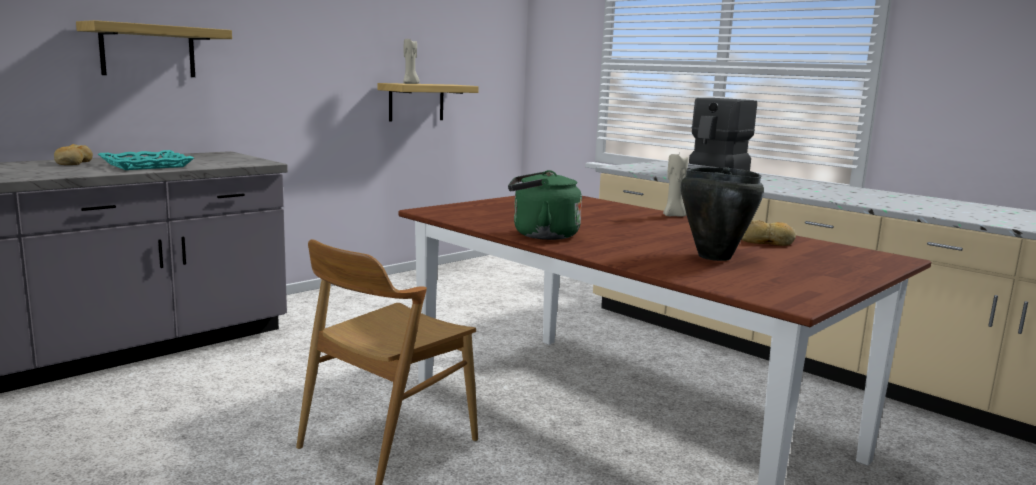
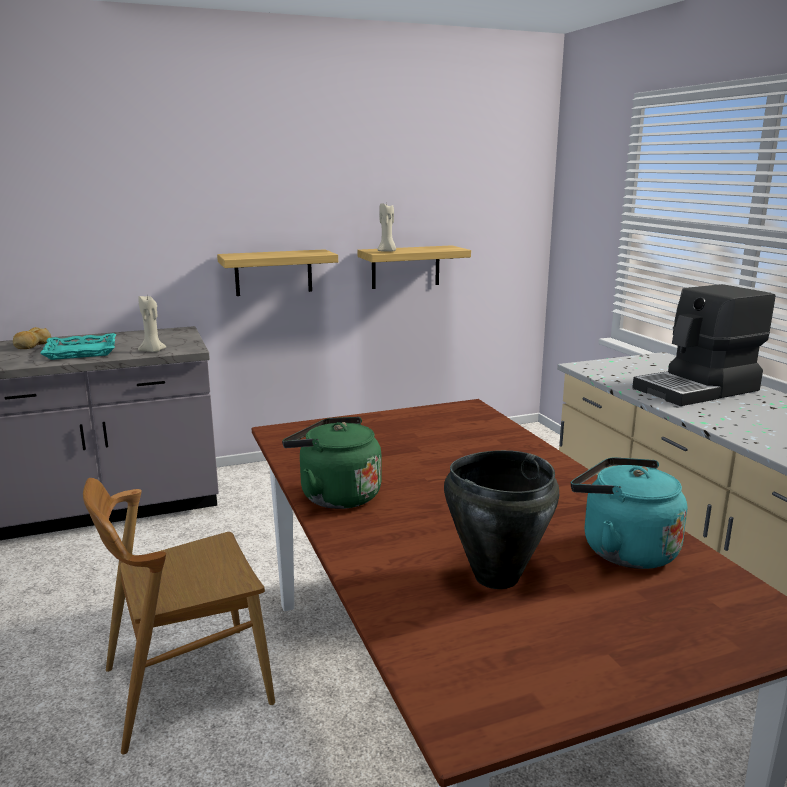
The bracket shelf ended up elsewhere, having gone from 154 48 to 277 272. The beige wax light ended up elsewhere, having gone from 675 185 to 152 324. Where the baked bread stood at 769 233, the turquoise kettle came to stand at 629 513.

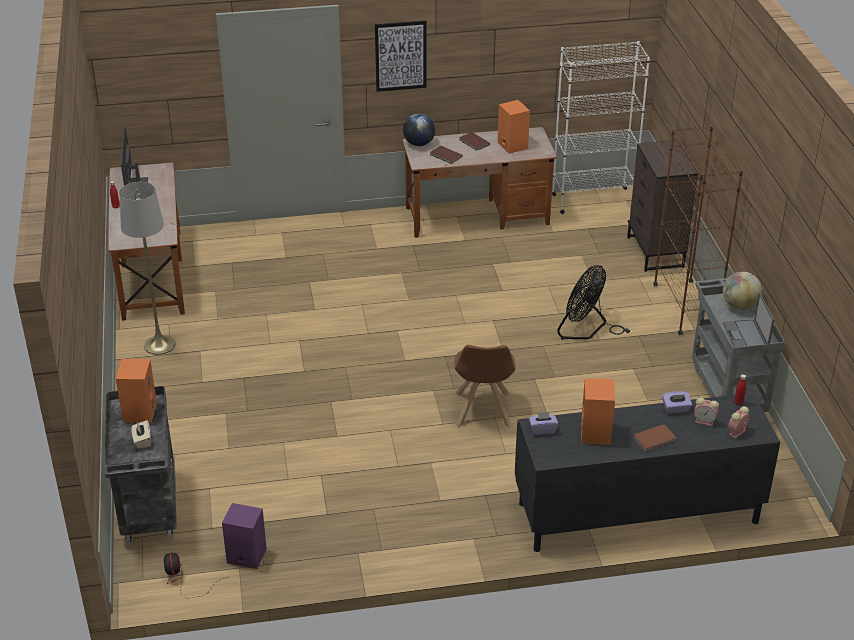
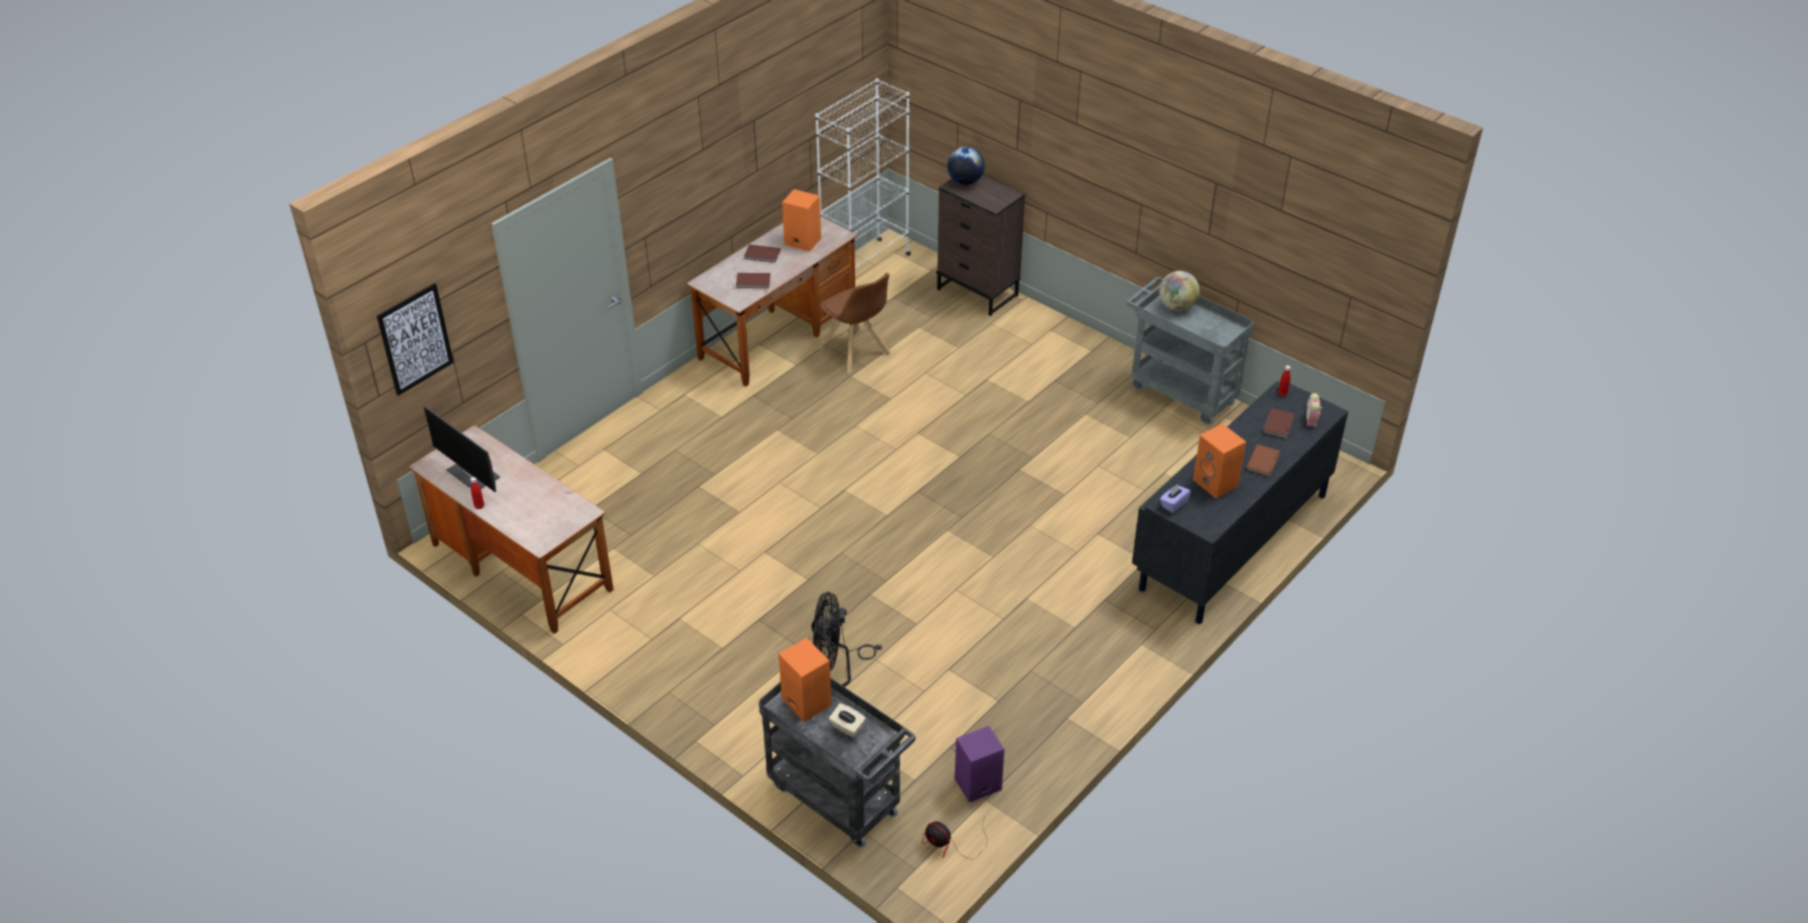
The second view lost the grey standing lamp at 147 268. The second view lost the brownish bookshelf at 698 230. The second view lost the purple box of tissues at 677 402. The second view lost the notebook computer at 748 319. The wall picture ended up elsewhere, having gone from 401 56 to 415 339. The desk globe ended up elsewhere, having gone from 419 130 to 966 166. The brownish plain chair ended up elsewhere, having gone from 484 386 to 853 323. The black-coloured fan ended up elsewhere, having gone from 593 302 to 846 639. Where the bedside clock stood at 706 412, the brownish volume came to stand at 1278 423.

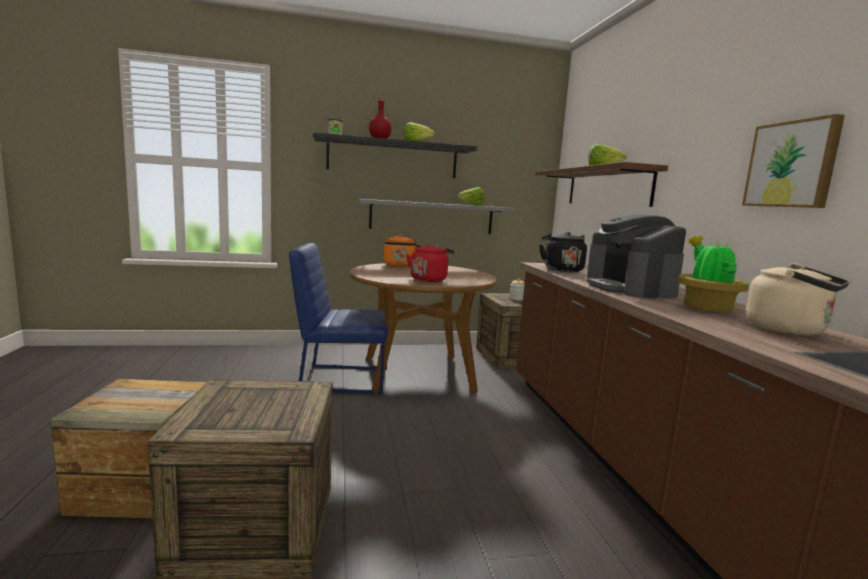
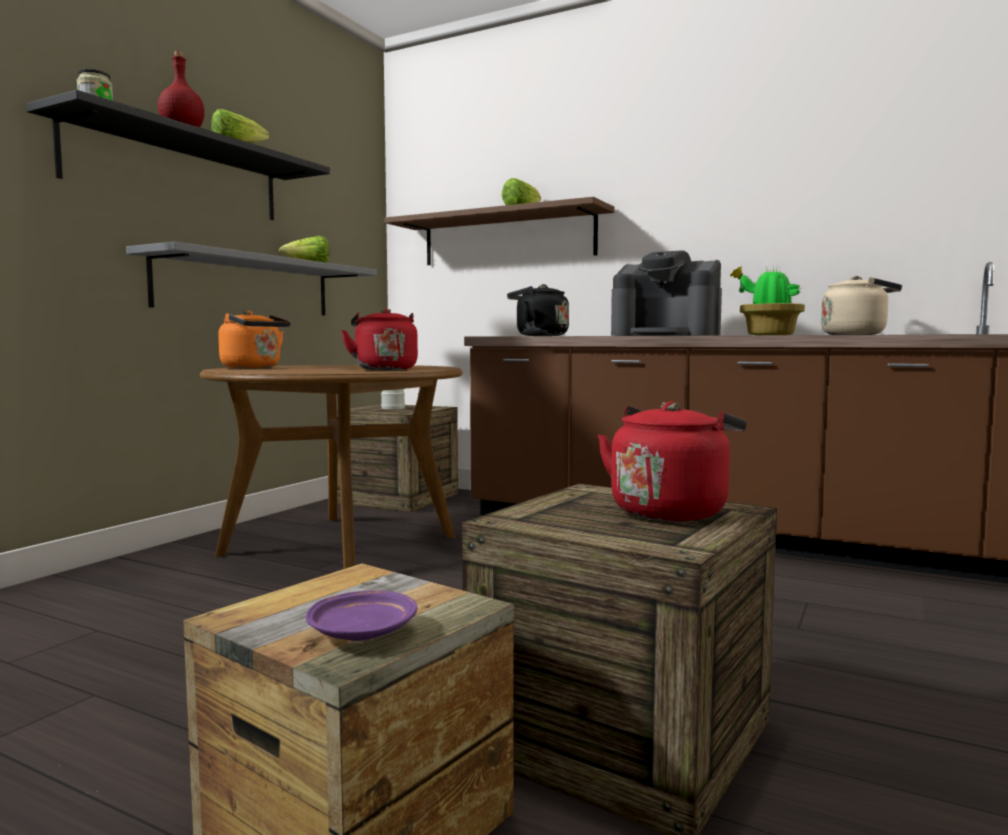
The second view lost the bluish plain chair at 339 319. The second view lost the wall picture at 793 161. The second view gained the purple dinner plate at 361 616. The second view gained the red kettle at 672 461.

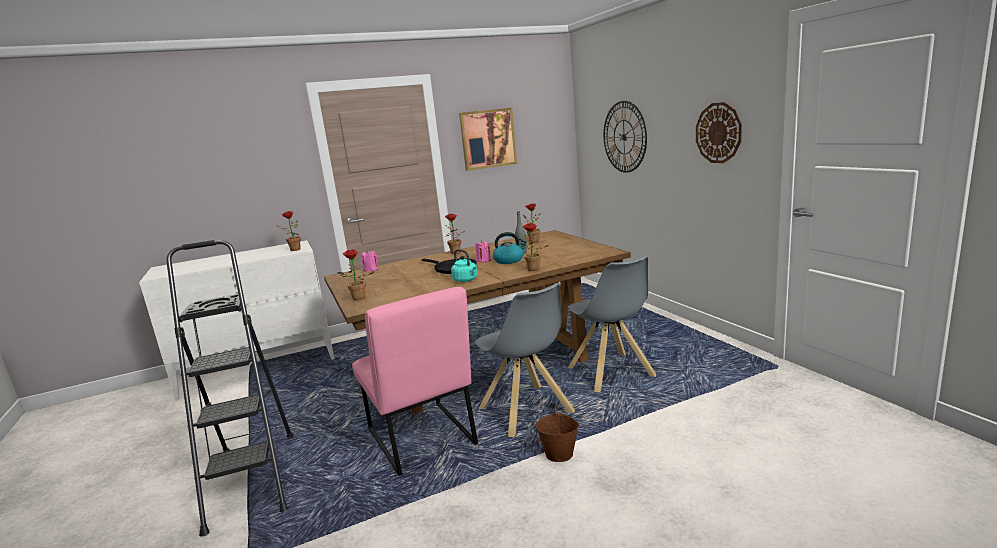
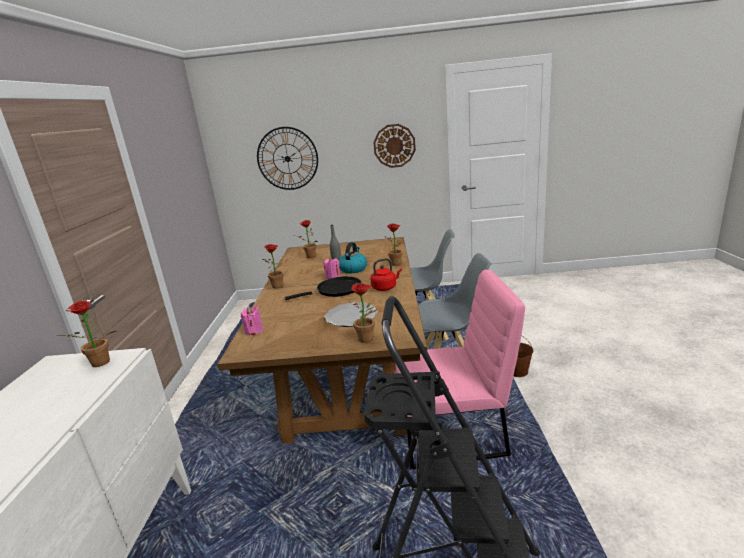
The second view lost the wall picture at 488 139. The second view gained the dinner plate at 351 314. What was the turquoise kettle at 464 265 turned into the red kettle at 386 274.

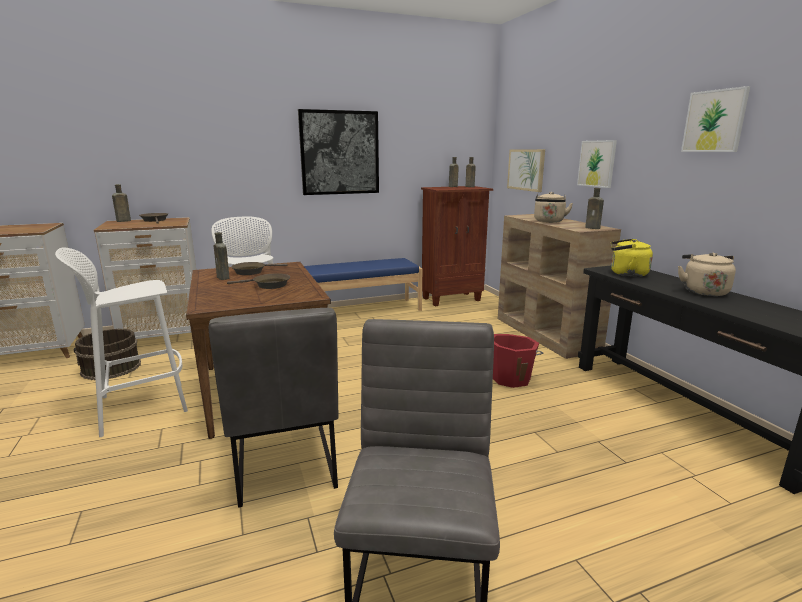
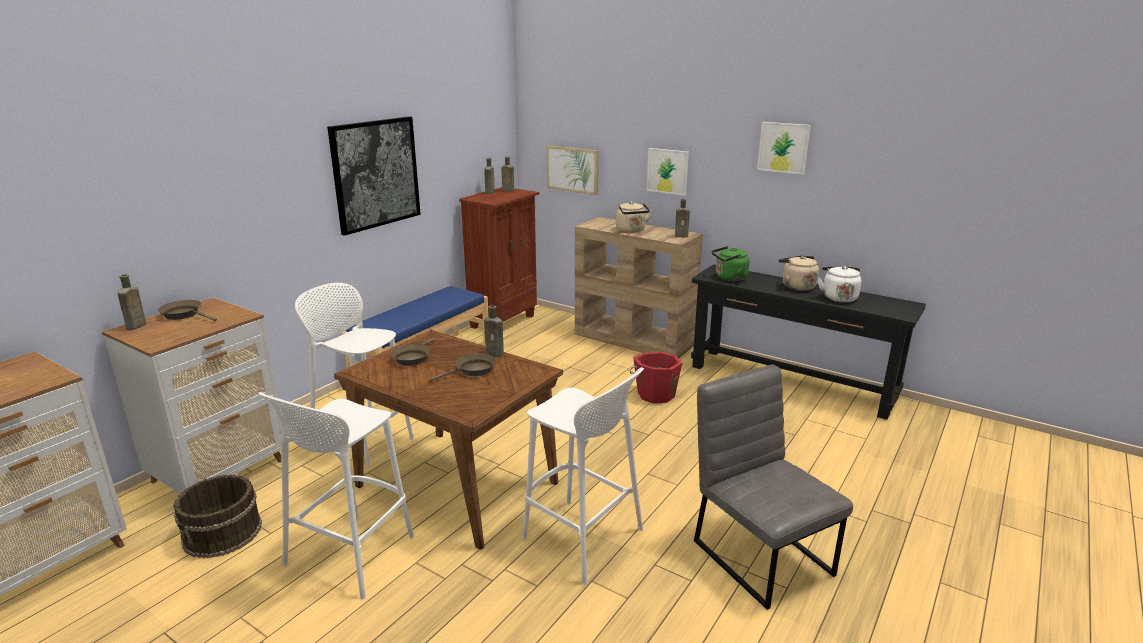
The second view gained the white-coloured kettle at 840 284. The brownish drink bottle ended up elsewhere, having gone from 221 256 to 494 331. Where the grey plain chair stood at 273 408, the white-coloured stool came to stand at 583 476. What was the yellow kettle at 632 258 turned into the green kettle at 731 263.

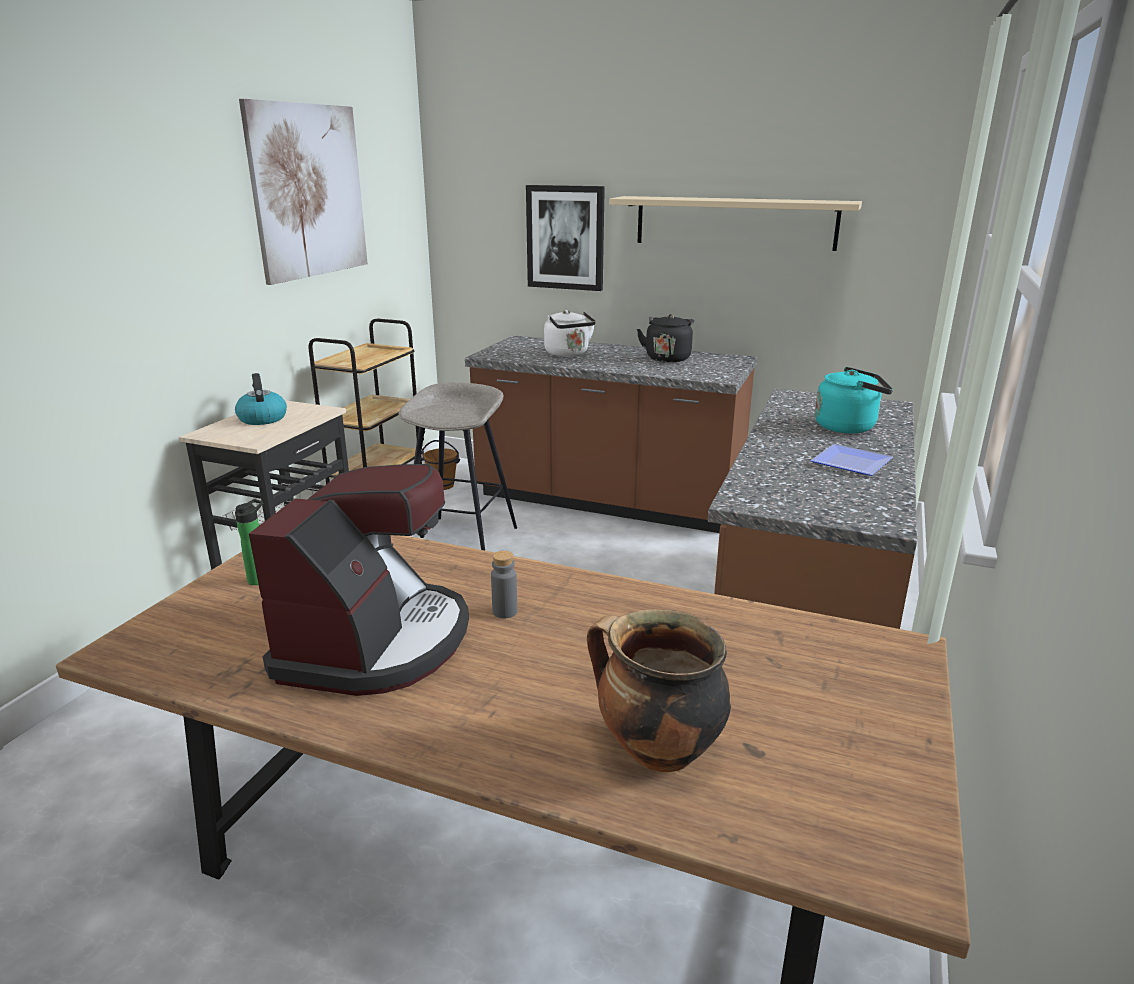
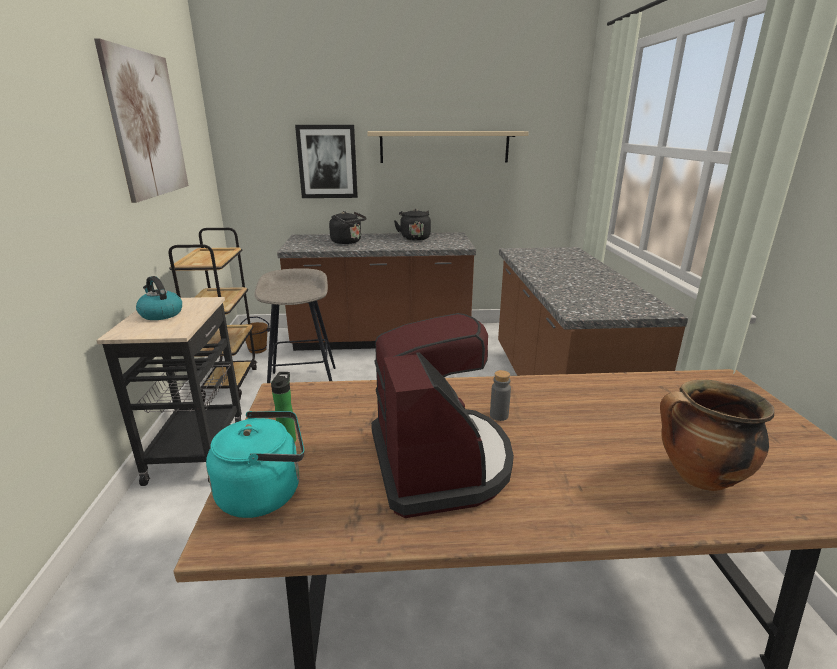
The second view lost the dinner plate at 851 460. The turquoise kettle ended up elsewhere, having gone from 854 400 to 255 464. What was the white-coloured kettle at 570 333 turned into the black-coloured kettle at 348 227.

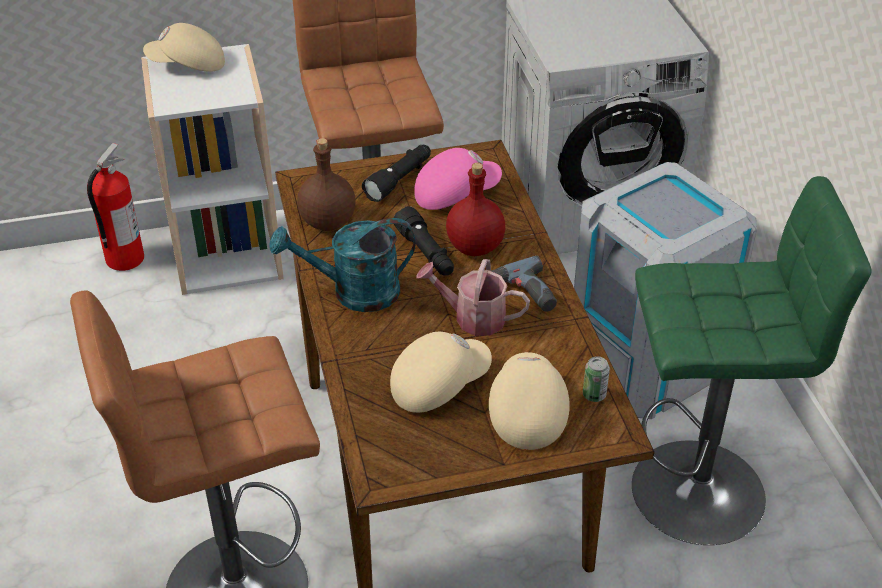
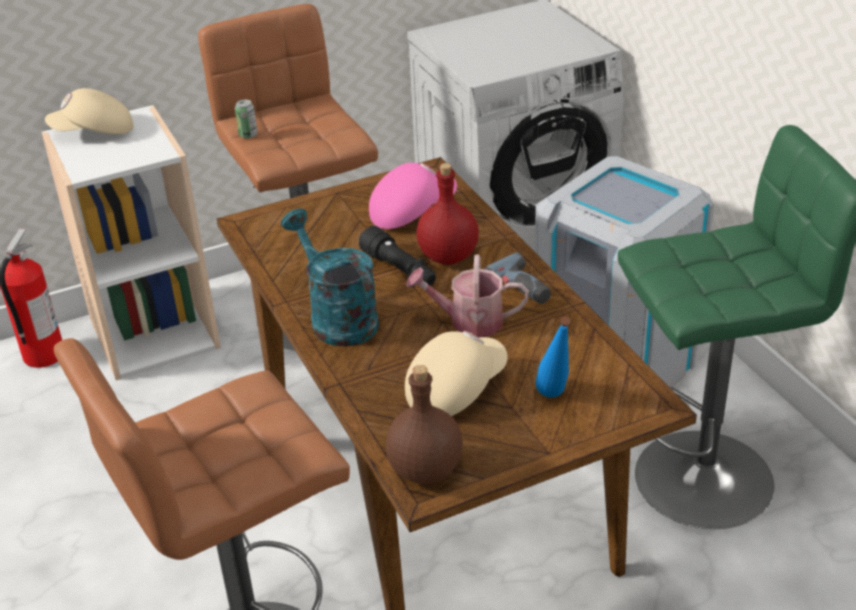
The second view lost the black-coloured torch at 396 173. The brownish drink bottle ended up elsewhere, having gone from 326 184 to 424 424. The can ended up elsewhere, having gone from 596 379 to 246 119. Where the beige cap stood at 529 401, the bluish drink bottle came to stand at 553 356. The turquoise watering pot at 342 265 ended up facing another way, 75 degrees clockwise from before.

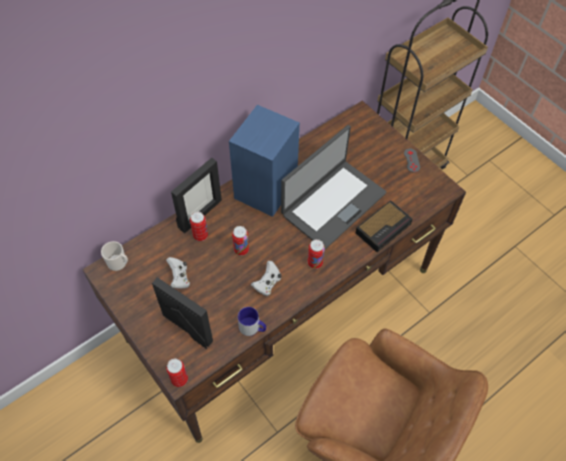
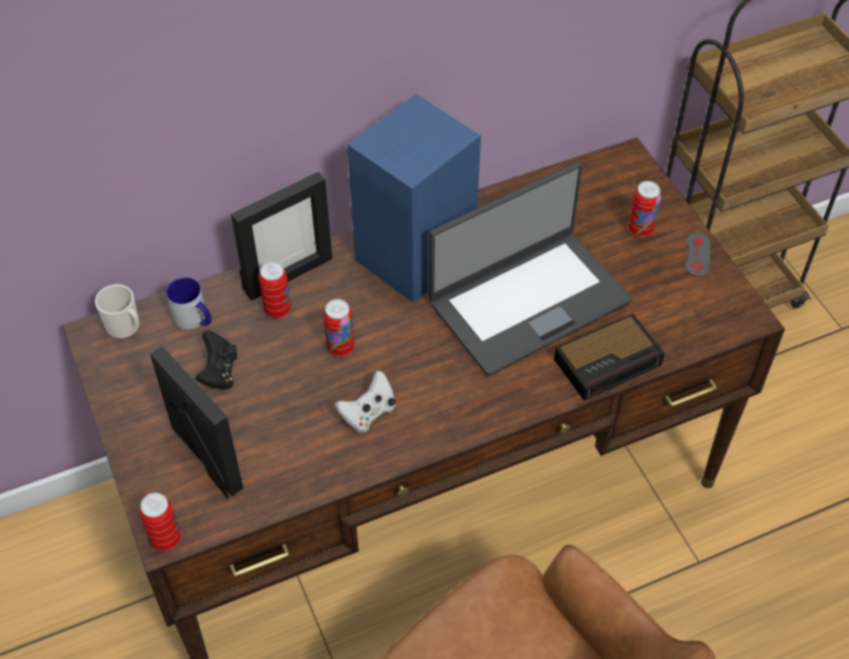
The tea mug ended up elsewhere, having gone from 252 321 to 189 303. The can ended up elsewhere, having gone from 316 254 to 644 209. What was the white-coloured gamepad at 178 273 turned into the black-coloured gamepad at 216 360.

